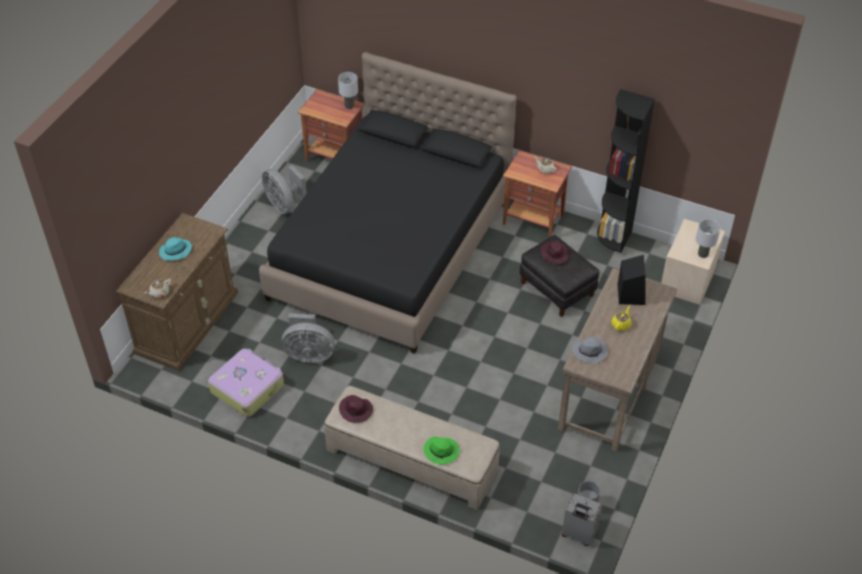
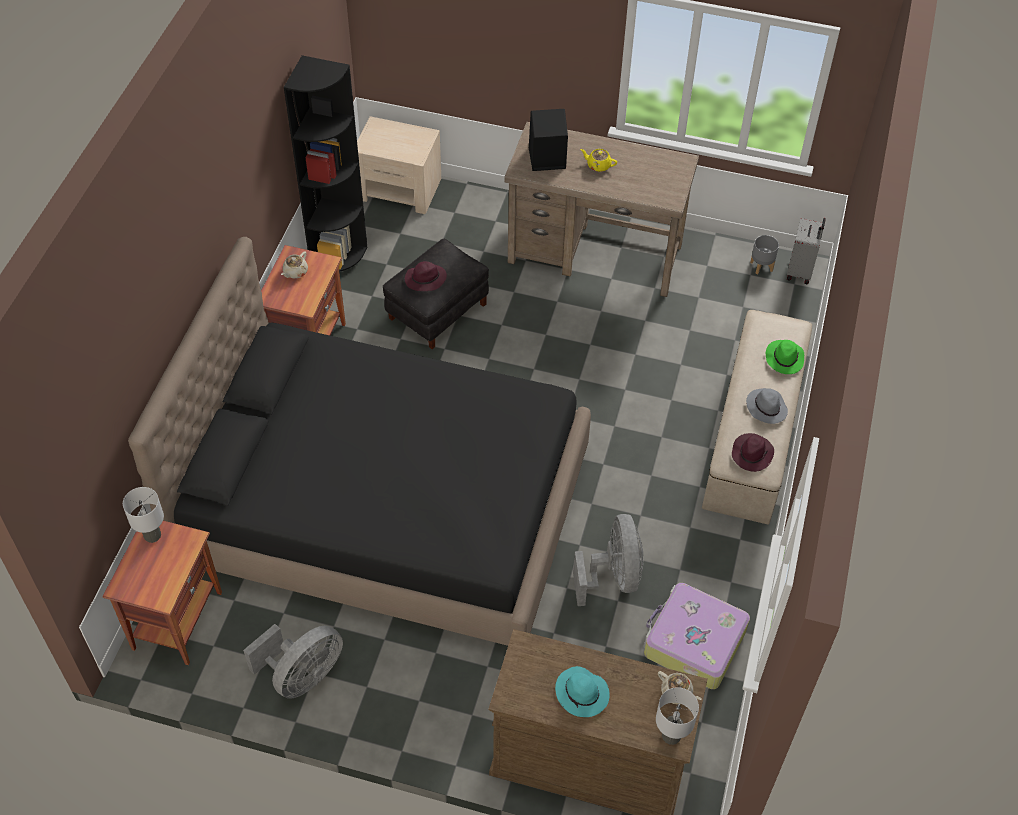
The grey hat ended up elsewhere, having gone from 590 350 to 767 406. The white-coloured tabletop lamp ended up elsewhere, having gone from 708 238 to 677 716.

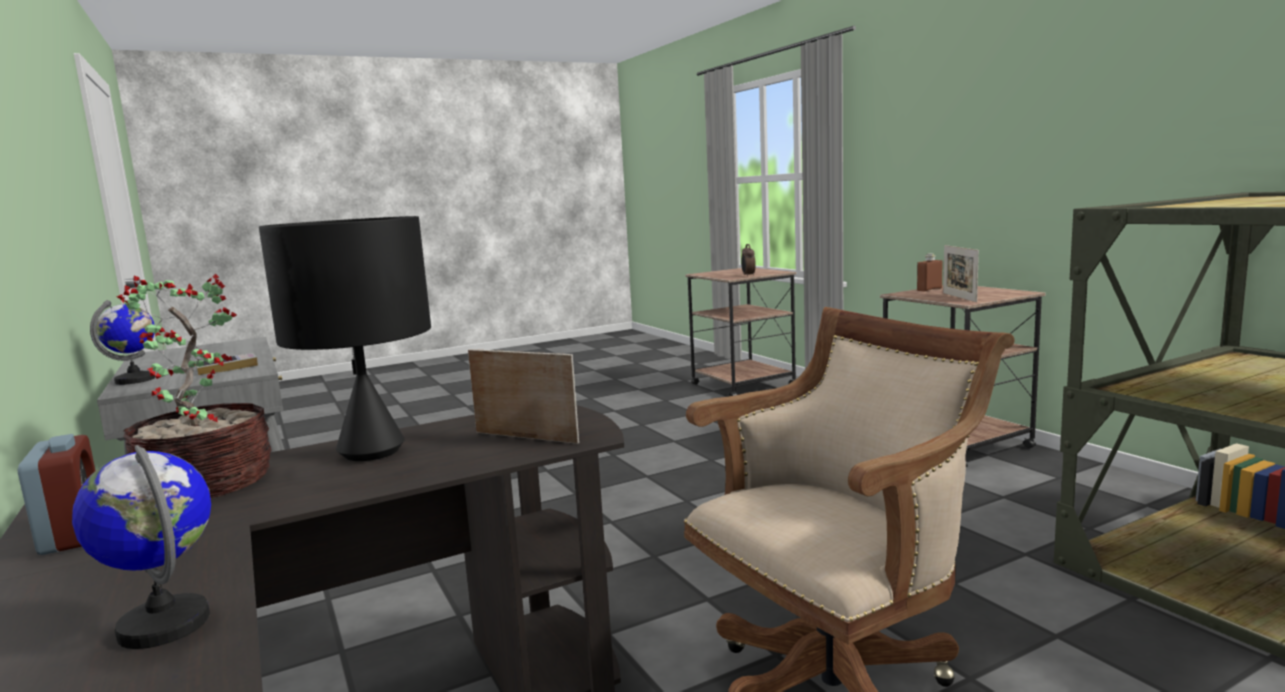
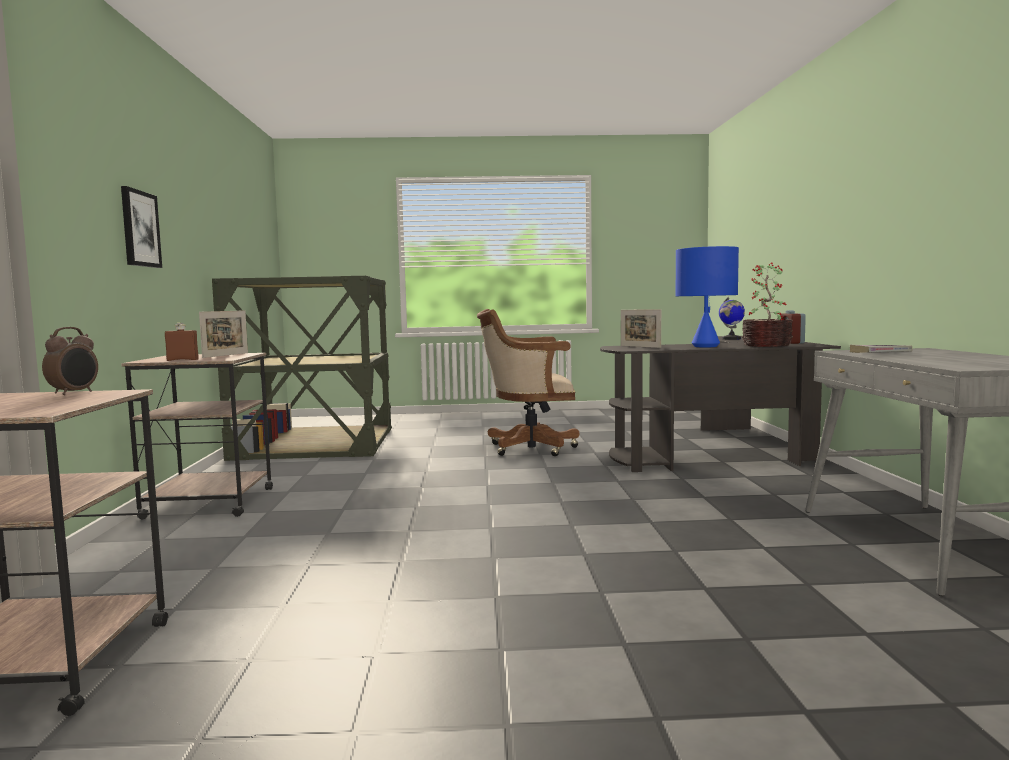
The second view lost the desk globe at 122 342. The second view gained the wall picture at 141 227. What was the black-coloured tabletop lamp at 345 338 turned into the bluish tabletop lamp at 707 296.

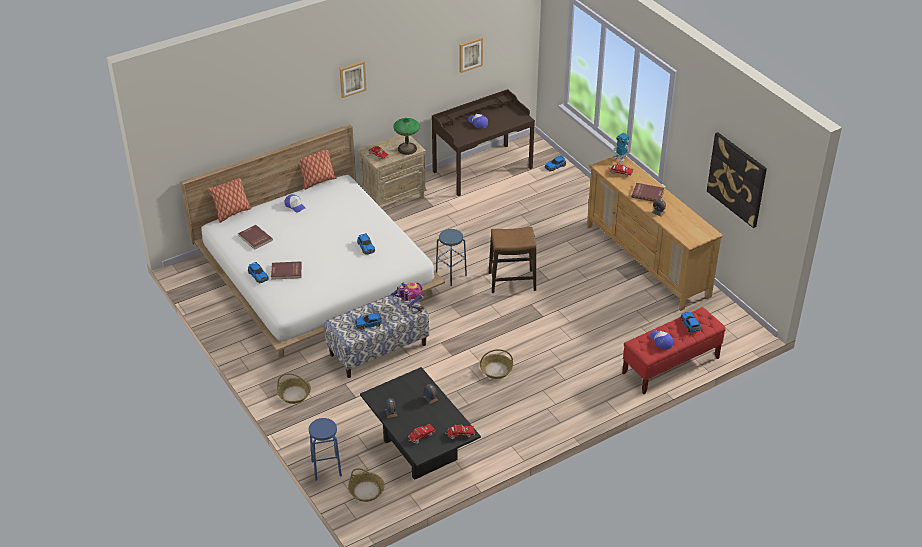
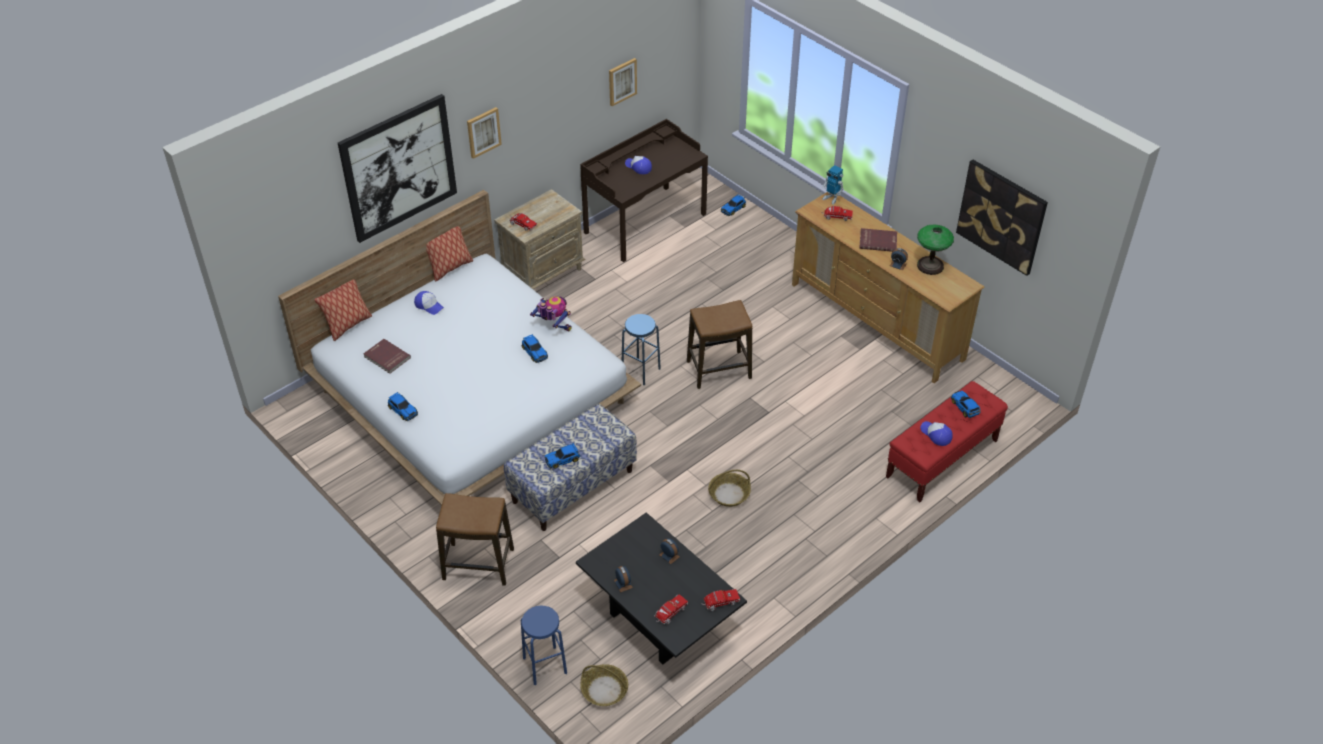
The second view lost the red volume at 286 270. The second view gained the wall picture at 397 168. The robot figure ended up elsewhere, having gone from 407 297 to 551 314. The tabletop lamp ended up elsewhere, having gone from 406 136 to 935 249. Where the basket stood at 294 388, the stool came to stand at 475 539.

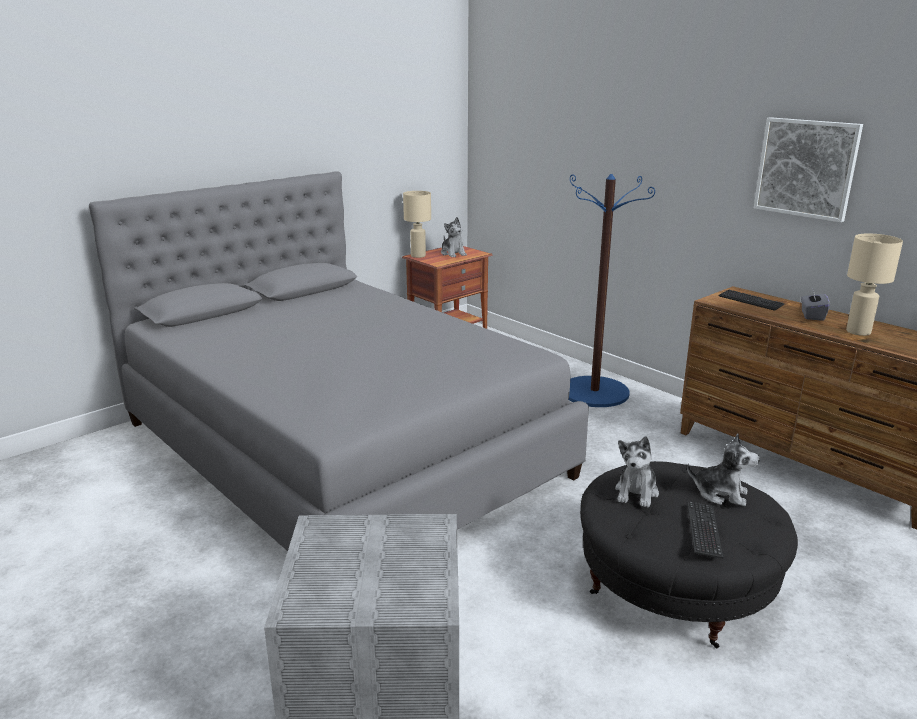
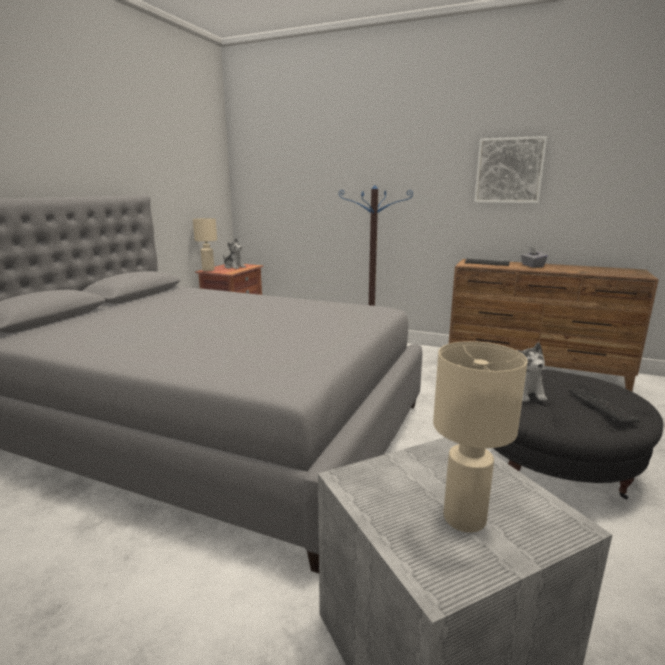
The second view lost the cuddly toy at 723 469. The beige tabletop lamp ended up elsewhere, having gone from 874 285 to 480 437.

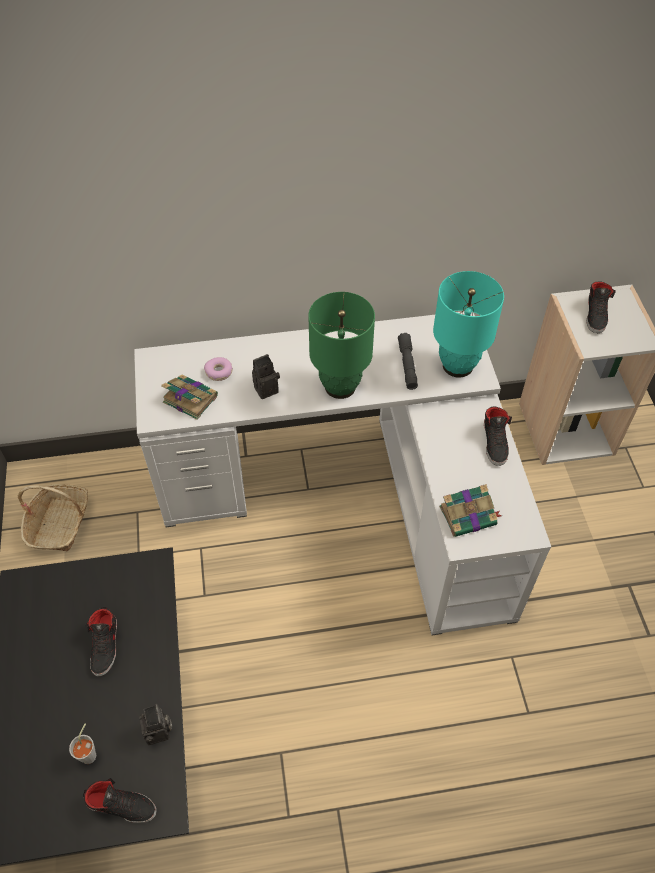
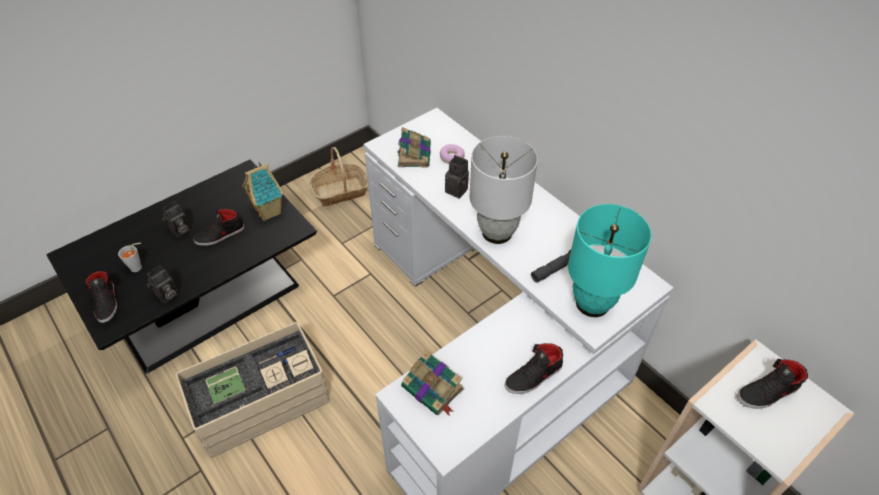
The second view gained the still camera at 176 219. The second view gained the beige storage container at 252 389. The second view gained the toy house at 263 191. What was the green tabletop lamp at 341 345 turned into the white-coloured tabletop lamp at 504 190.

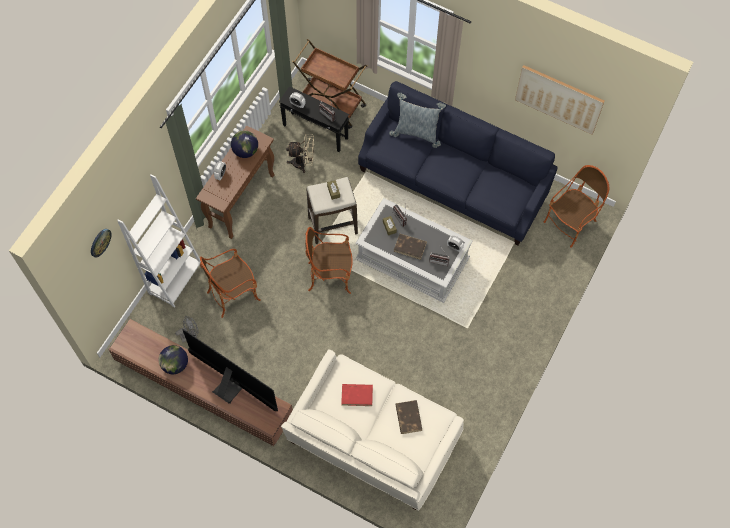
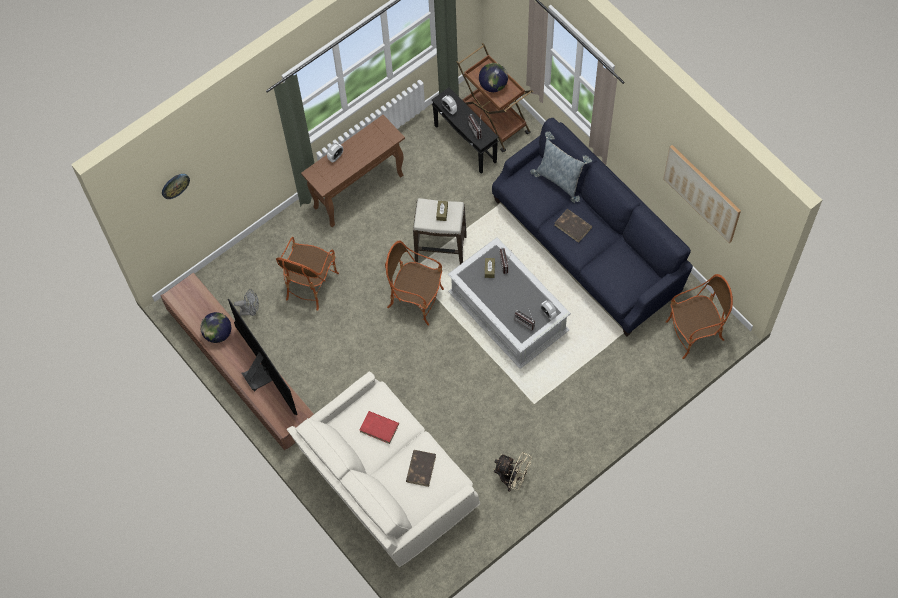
The second view lost the white-coloured bookshelf at 159 240. The desk globe ended up elsewhere, having gone from 244 144 to 493 77. The beige fan ended up elsewhere, having gone from 300 153 to 513 471. The brownish volume ended up elsewhere, having gone from 410 247 to 573 226. The lounge chair at 230 283 ended up facing another way, 60 degrees counterclockwise from before.

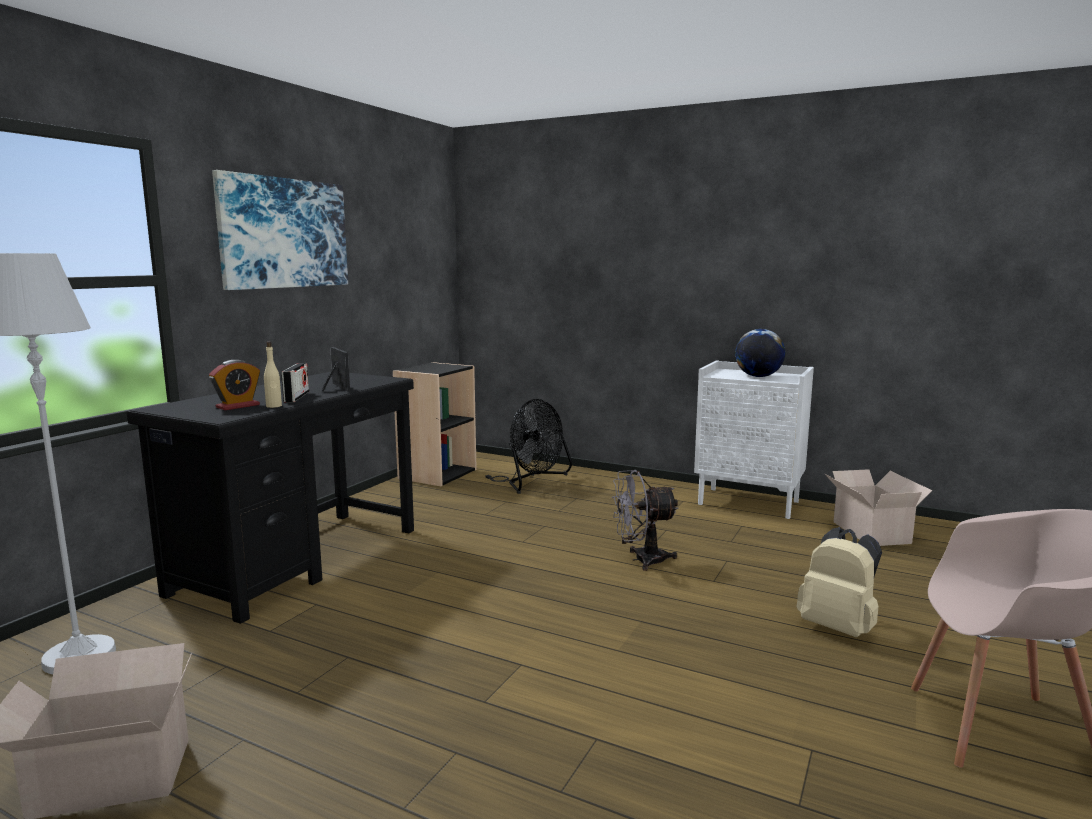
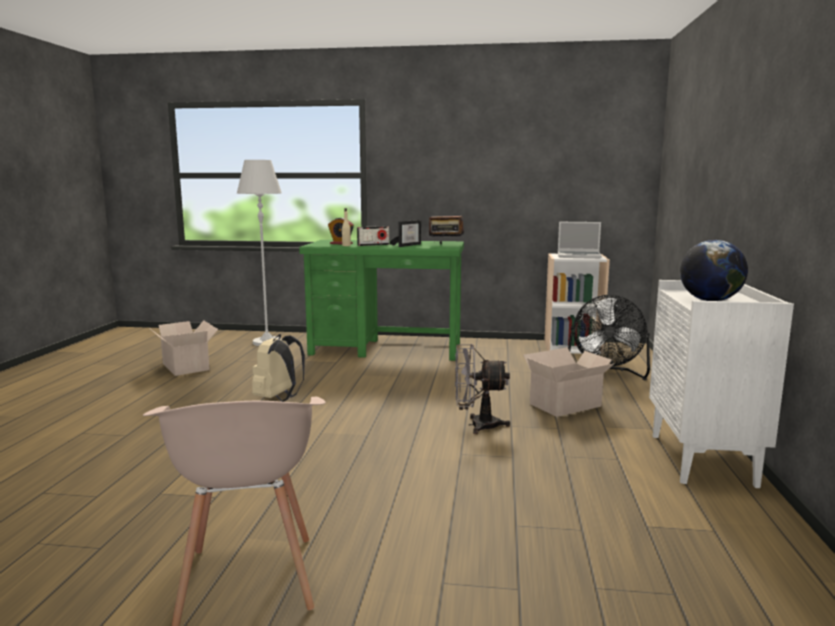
The second view lost the wall picture at 280 230. The second view gained the radio set at 446 226. The second view gained the notebook computer at 580 240. The beige knapsack ended up elsewhere, having gone from 839 582 to 278 368. The cardboard box ended up elsewhere, having gone from 878 507 to 569 382. What was the black-coloured desk table at 270 498 turned into the green desk table at 381 300. What was the black-coloured bookshelf at 435 424 turned into the white-coloured bookshelf at 577 304. The grey fan at 645 520 ended up facing another way, 60 degrees counterclockwise from before.

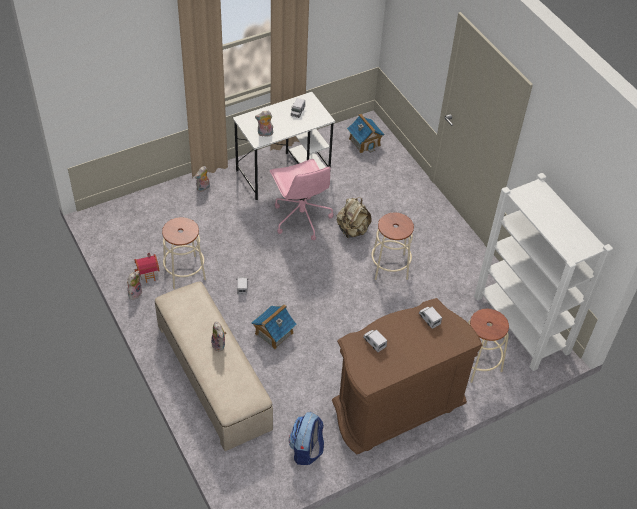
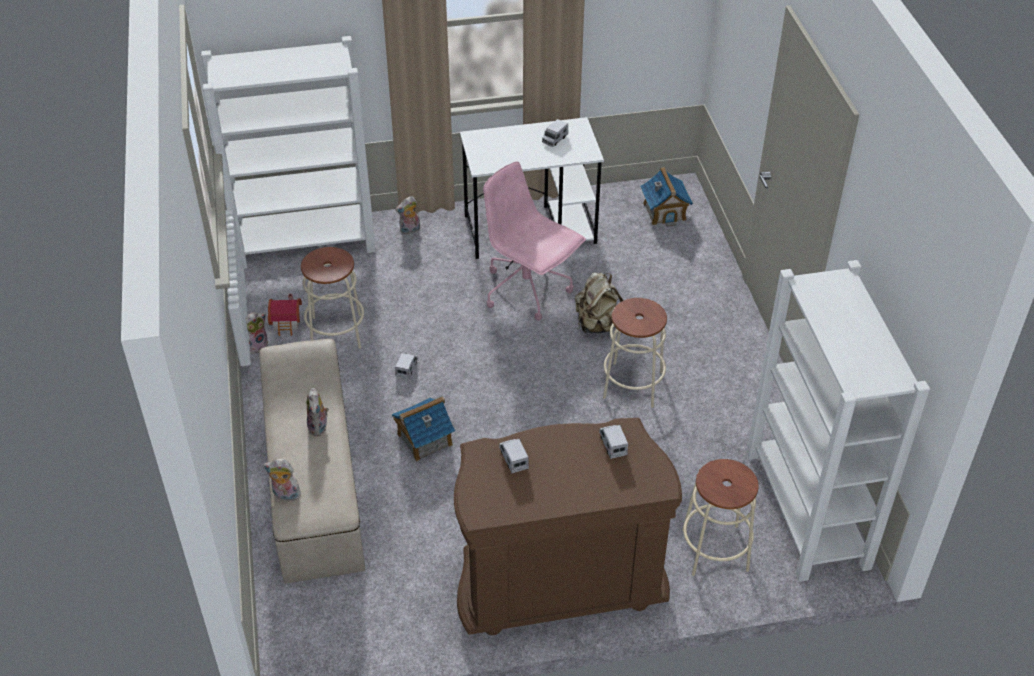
The second view lost the knapsack at 306 438. The second view gained the white-coloured bookshelf at 288 152. The cuddly toy ended up elsewhere, having gone from 264 124 to 282 480. The pink office chair at 302 199 ended up facing another way, 135 degrees clockwise from before.

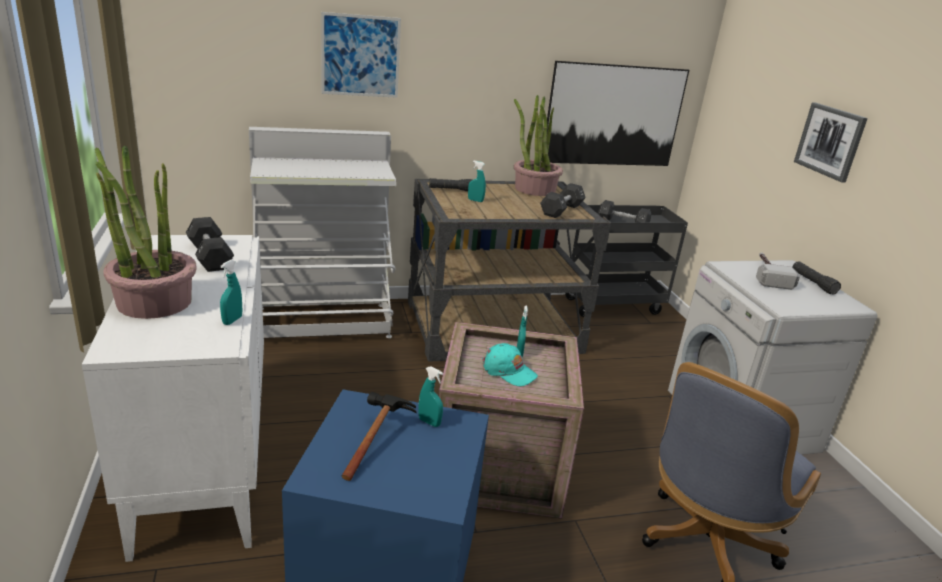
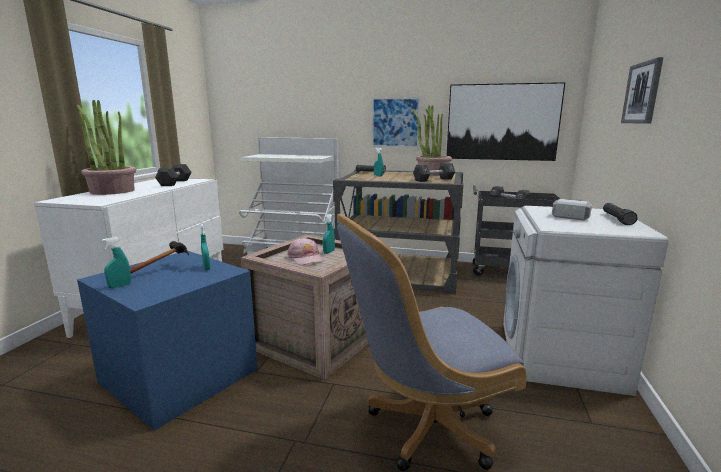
The turquoise sprayer ended up elsewhere, having gone from 231 292 to 116 263. The wall picture ended up elsewhere, having gone from 361 55 to 396 122. What was the turquoise cap at 510 364 turned into the pink cap at 305 251.

